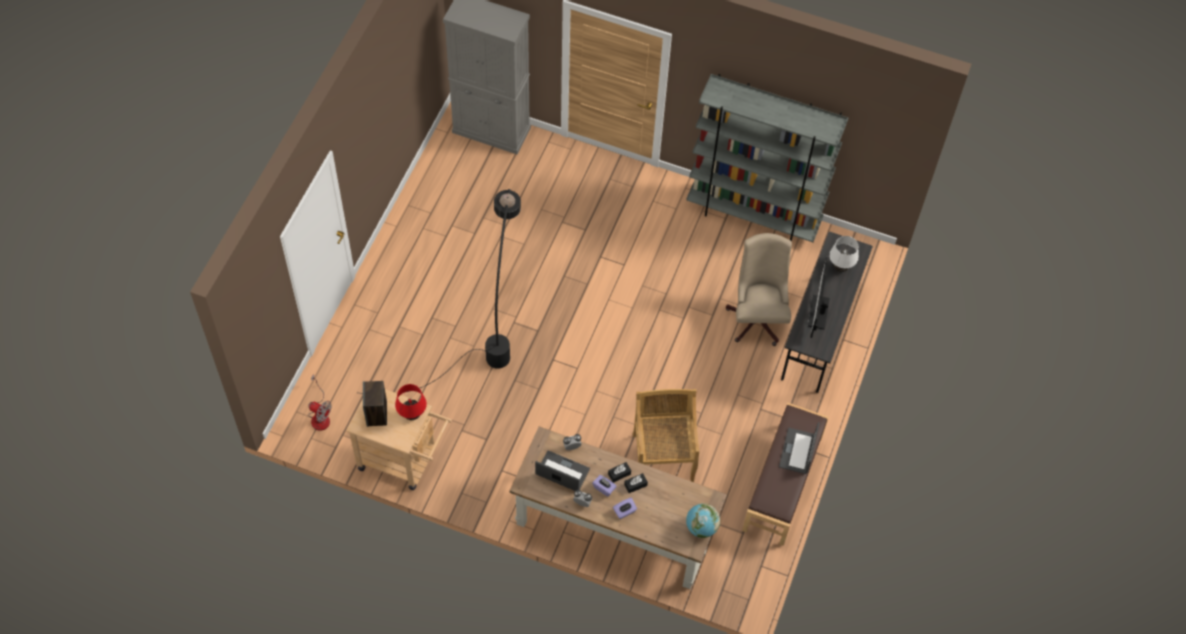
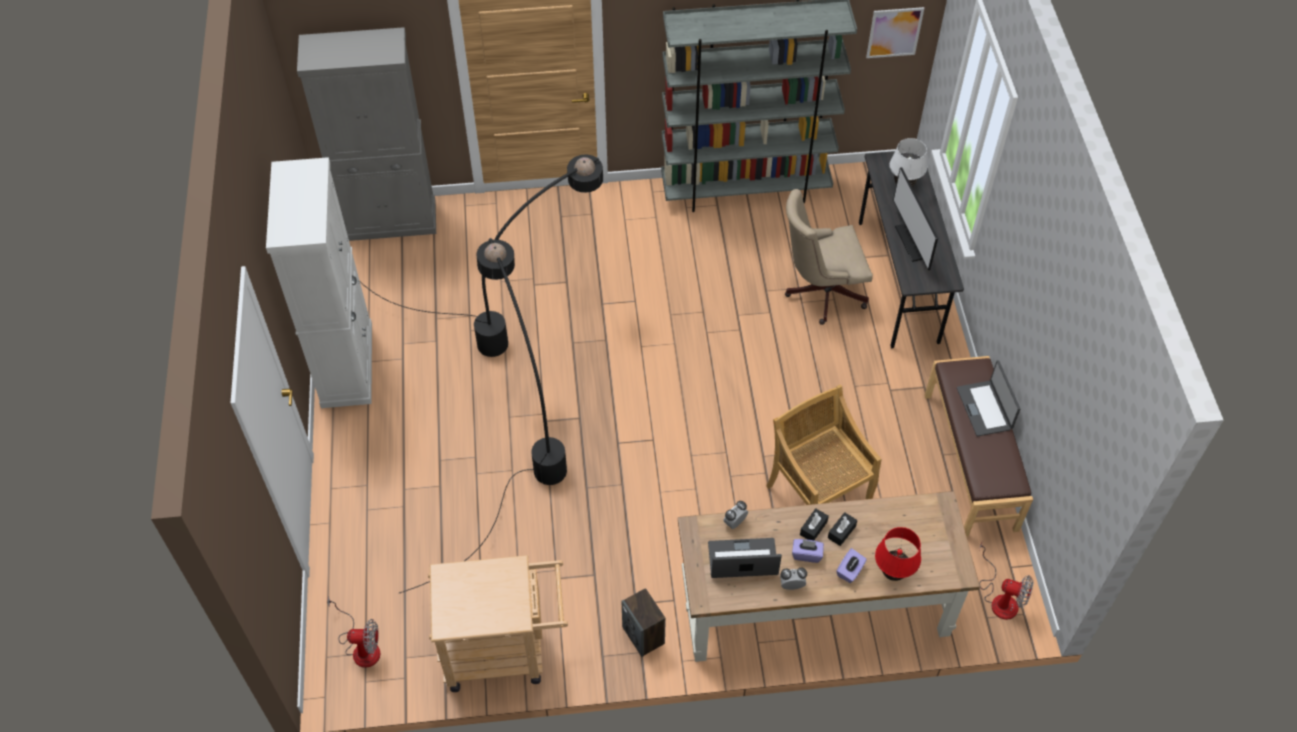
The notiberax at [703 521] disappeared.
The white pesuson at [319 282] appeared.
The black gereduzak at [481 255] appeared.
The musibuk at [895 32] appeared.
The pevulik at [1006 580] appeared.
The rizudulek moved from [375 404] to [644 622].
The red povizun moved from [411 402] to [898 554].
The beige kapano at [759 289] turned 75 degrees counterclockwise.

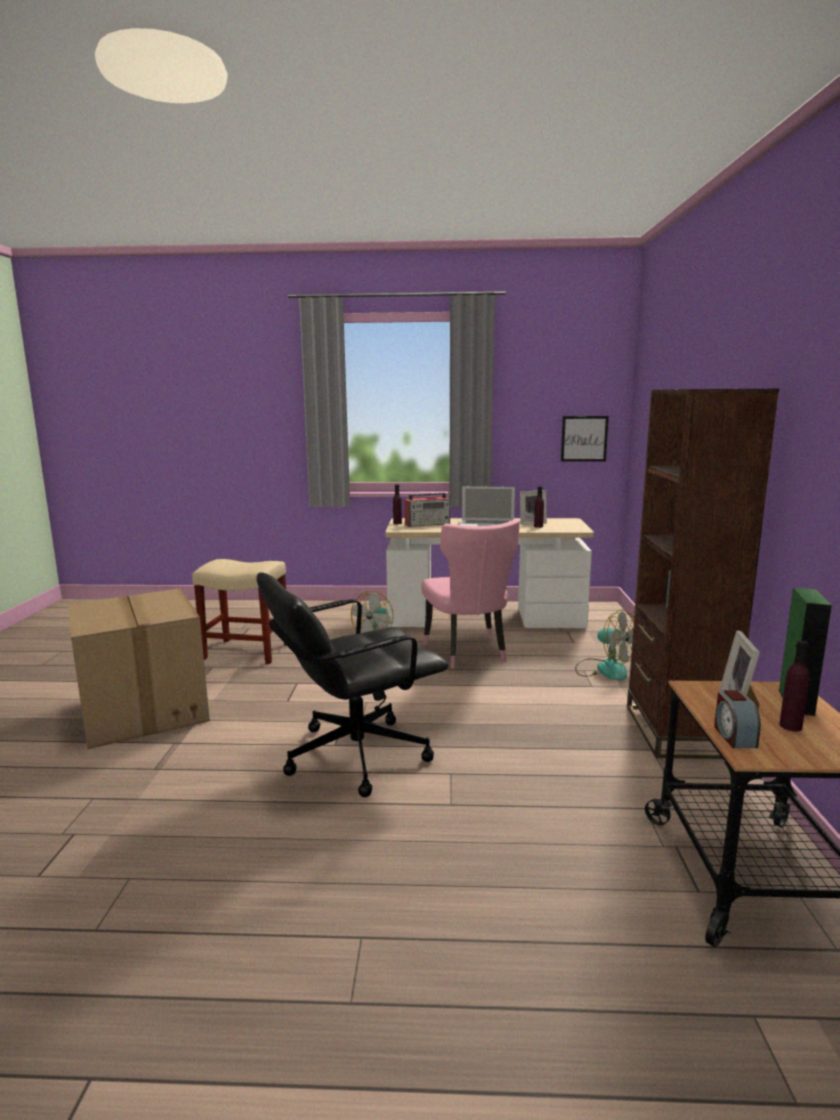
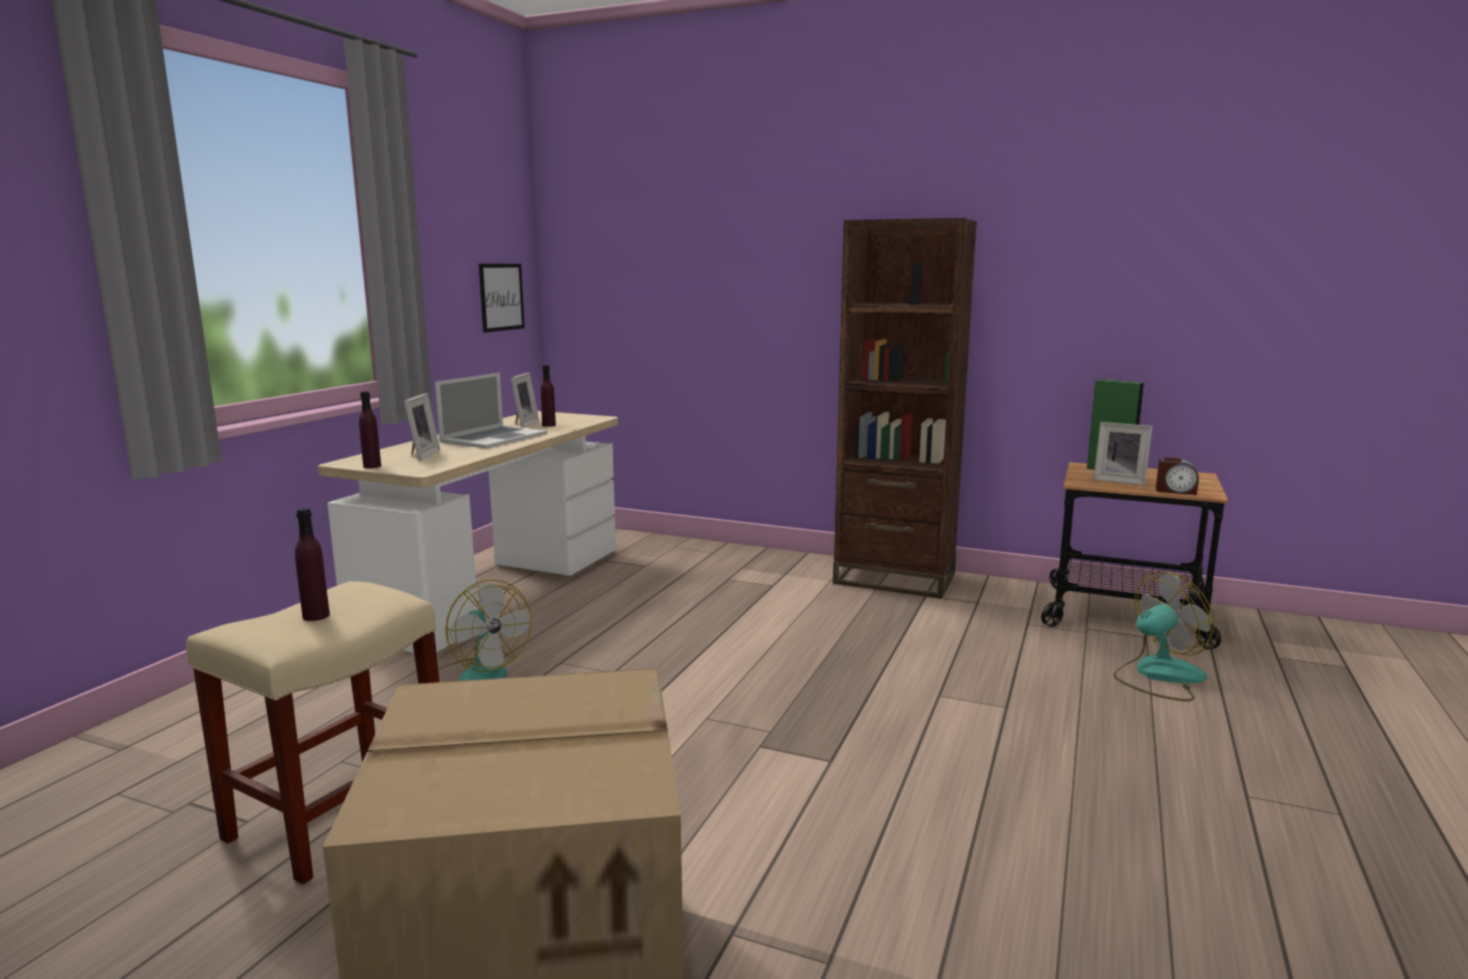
The black kapano at [353 684] disappeared.
The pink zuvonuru at [470 593] disappeared.
The pevulik moved from [604 645] to [1163 636].
The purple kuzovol moved from [795 685] to [312 564].
The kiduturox at [427 509] was replaced by the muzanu at [422 427].

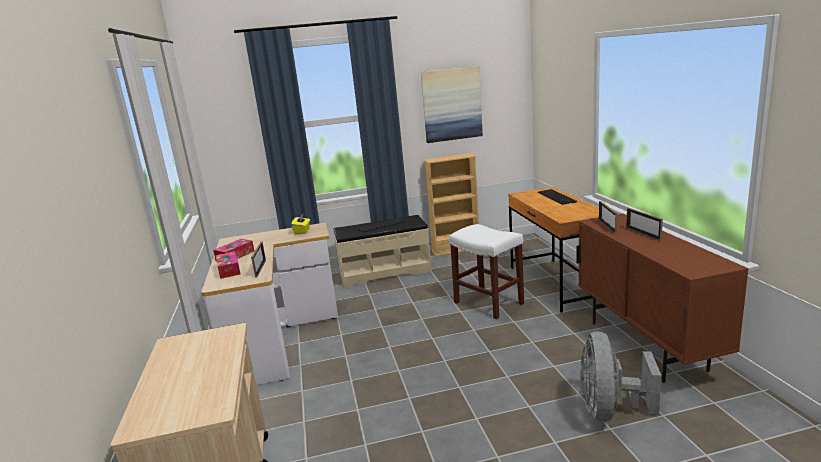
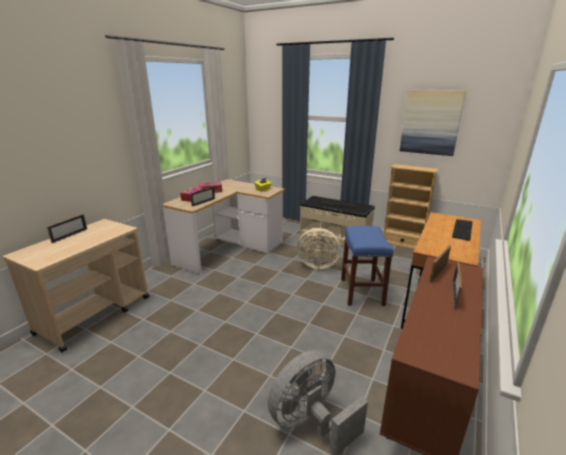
The muzanu at [67 228] appeared.
The beige pevulik at [319 248] appeared.
The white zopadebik at [486 271] became the blue zopadebik at [367 266].

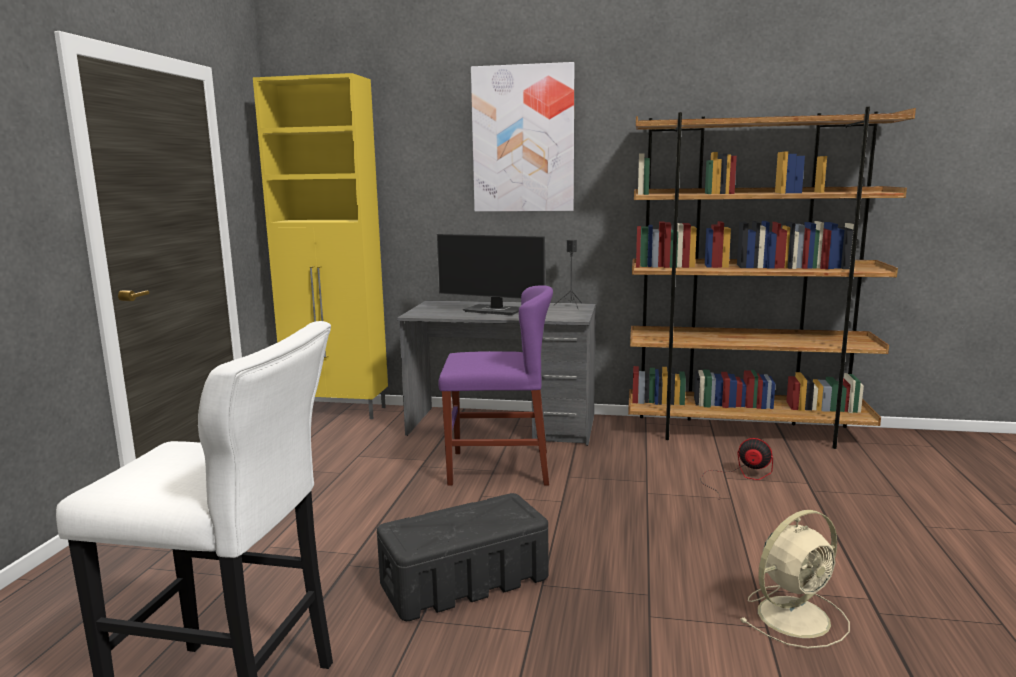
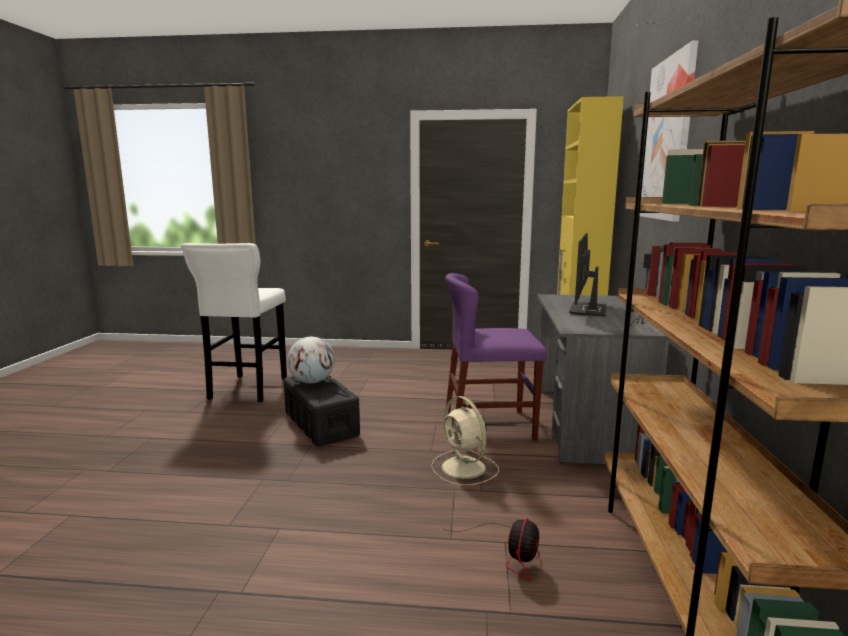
The notiberax at [311 360] appeared.
The beige pevulik moved from [795 579] to [465 440].
The purple zuvonuru at [495 386] turned 90 degrees clockwise.

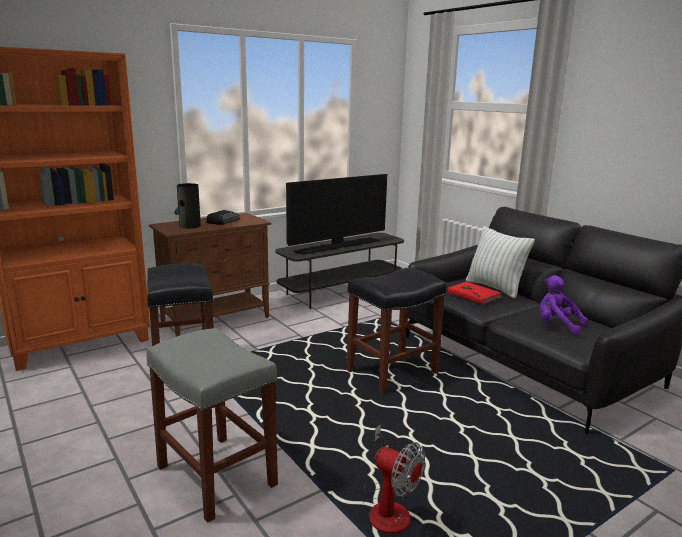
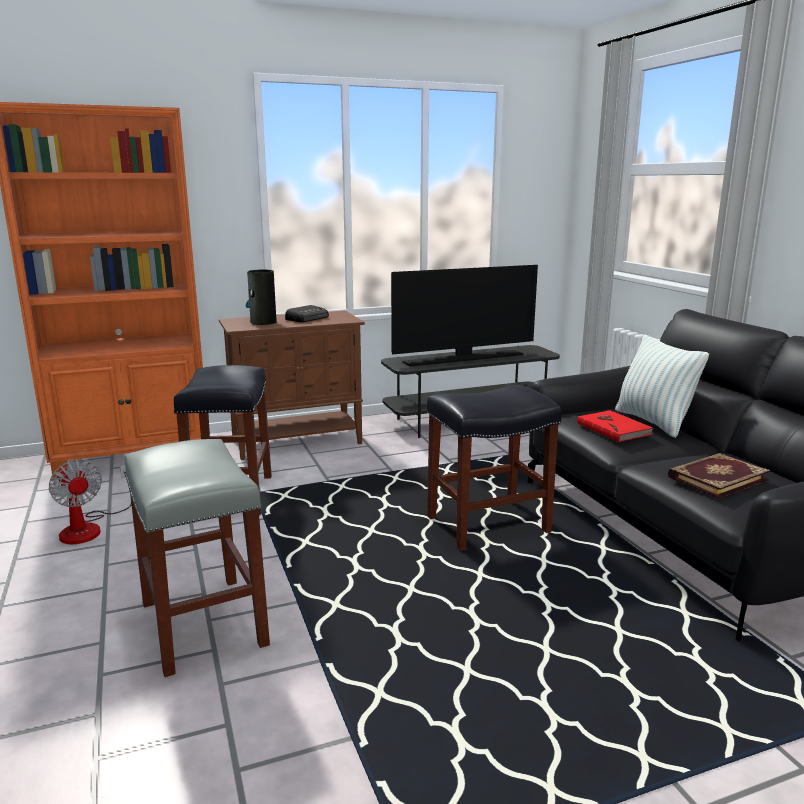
The pevulik moved from [394 479] to [90 502].
The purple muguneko at [563 305] was replaced by the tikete at [719 476].

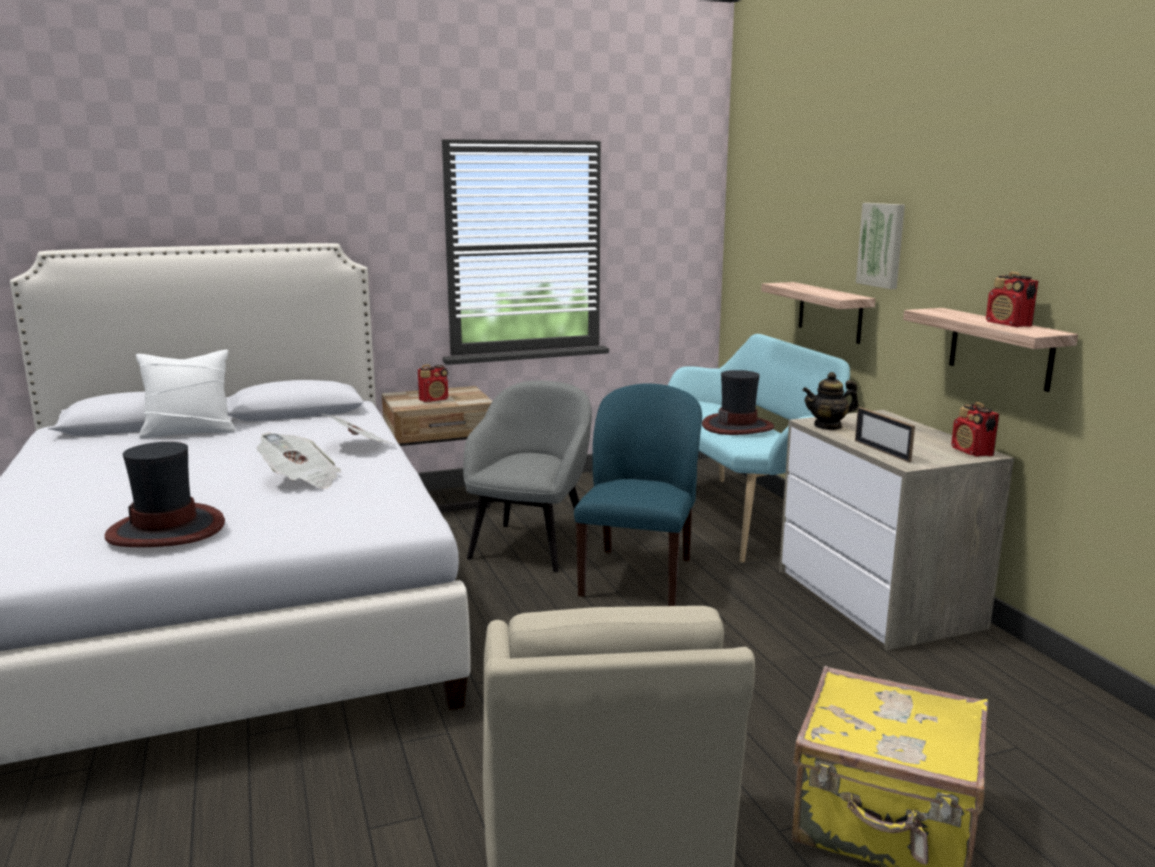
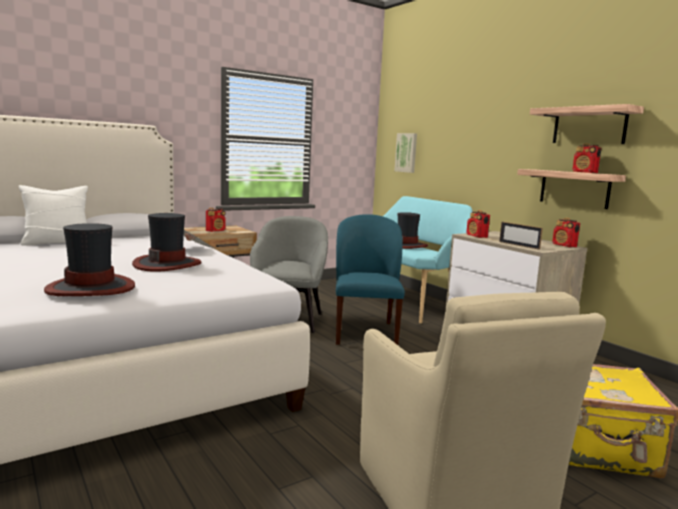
The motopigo moved from [818 313] to [587 124].
The musibuk moved from [880 246] to [405 153].
The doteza at [298 461] was replaced by the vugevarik at [166 242].
The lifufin at [830 401] was replaced by the kiduturox at [478 224].

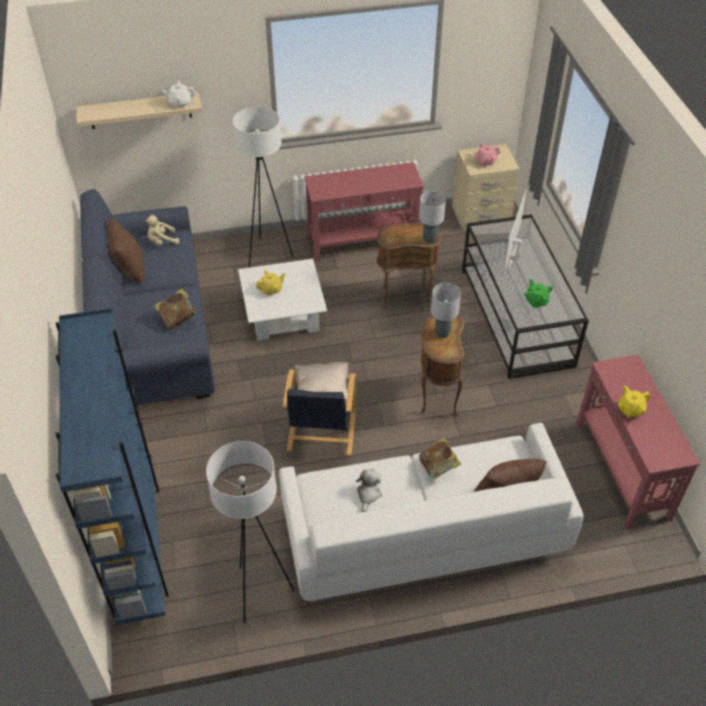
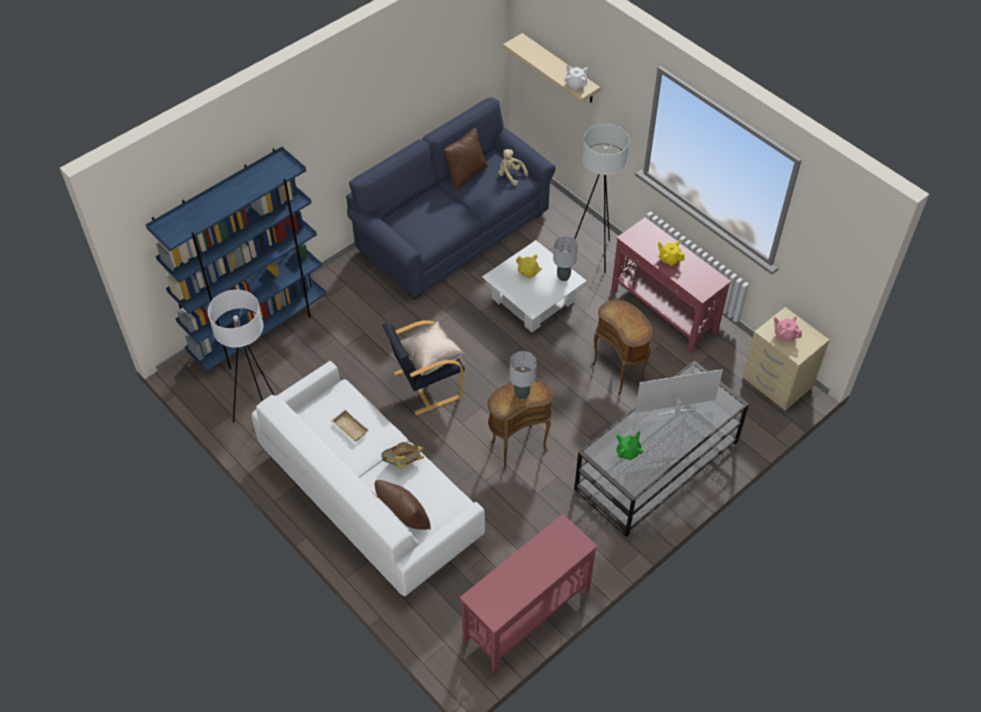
The tikete at [176 309] disappeared.
The grey povizun moved from [432 217] to [565 258].
The yellow lifufin moved from [634 402] to [671 253].
The muguneko at [369 490] was replaced by the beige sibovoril at [350 426].

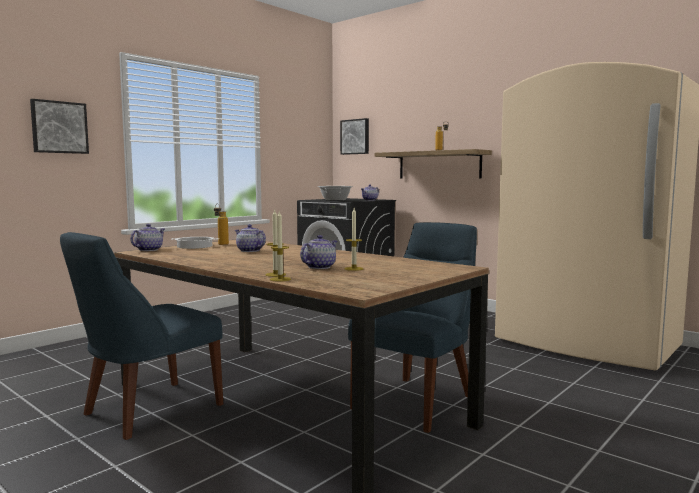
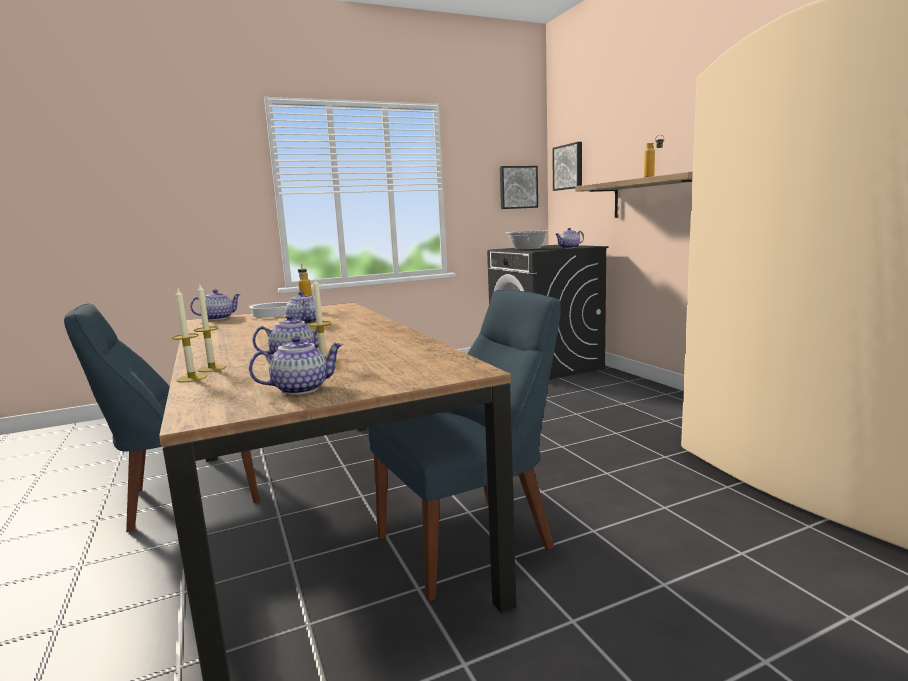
The lifufin at [296 365] appeared.
The musibuk moved from [59 126] to [519 187].

